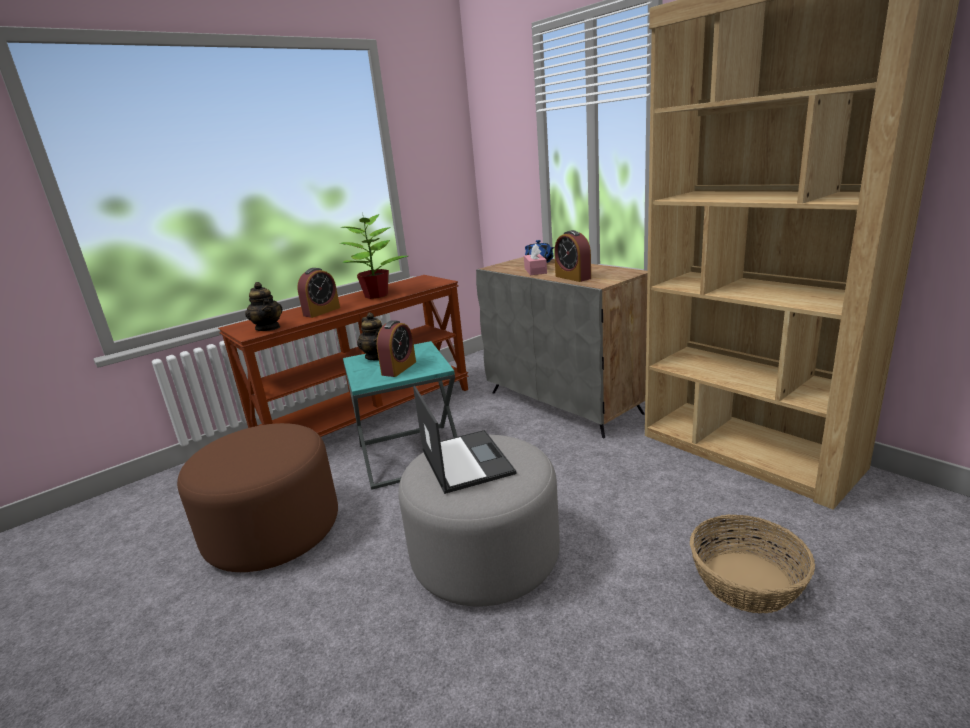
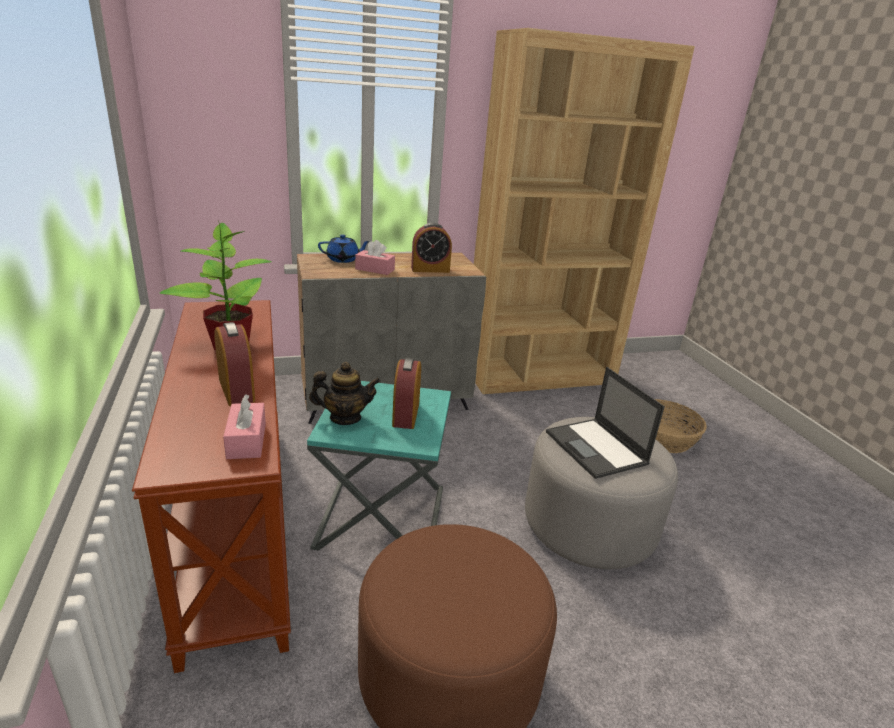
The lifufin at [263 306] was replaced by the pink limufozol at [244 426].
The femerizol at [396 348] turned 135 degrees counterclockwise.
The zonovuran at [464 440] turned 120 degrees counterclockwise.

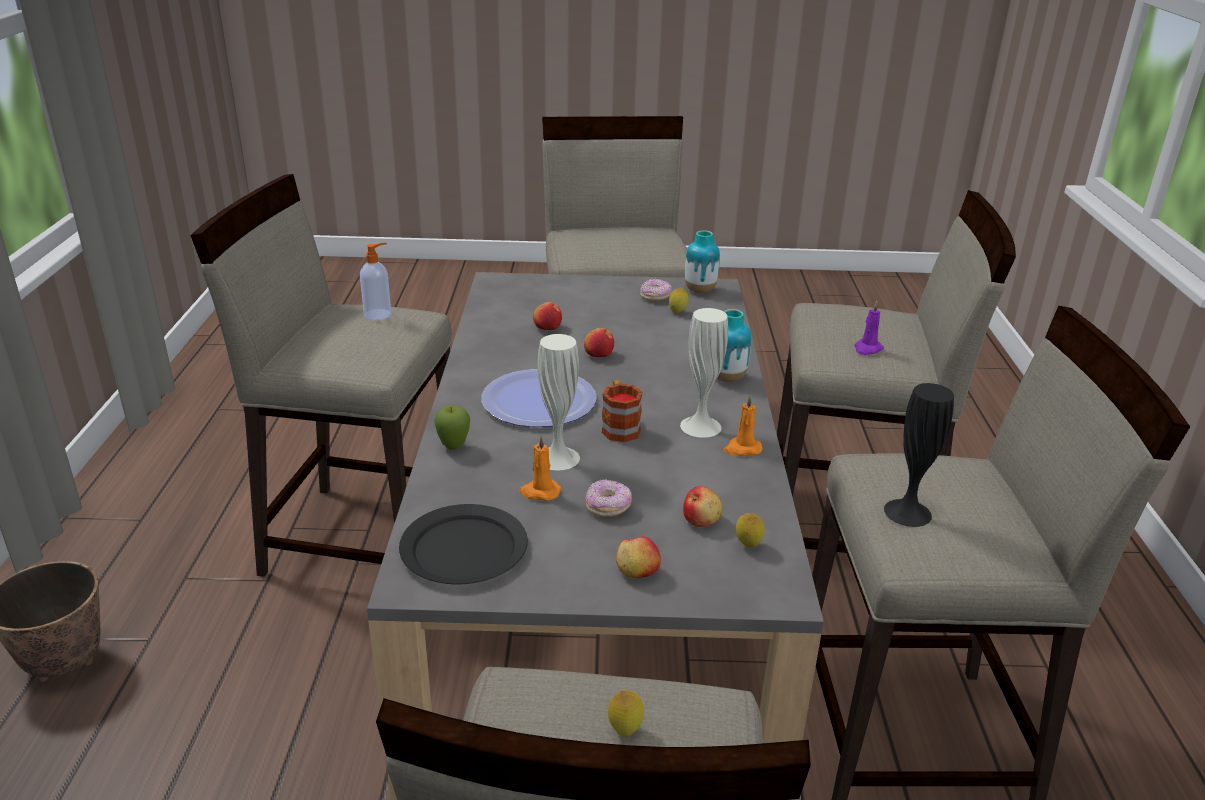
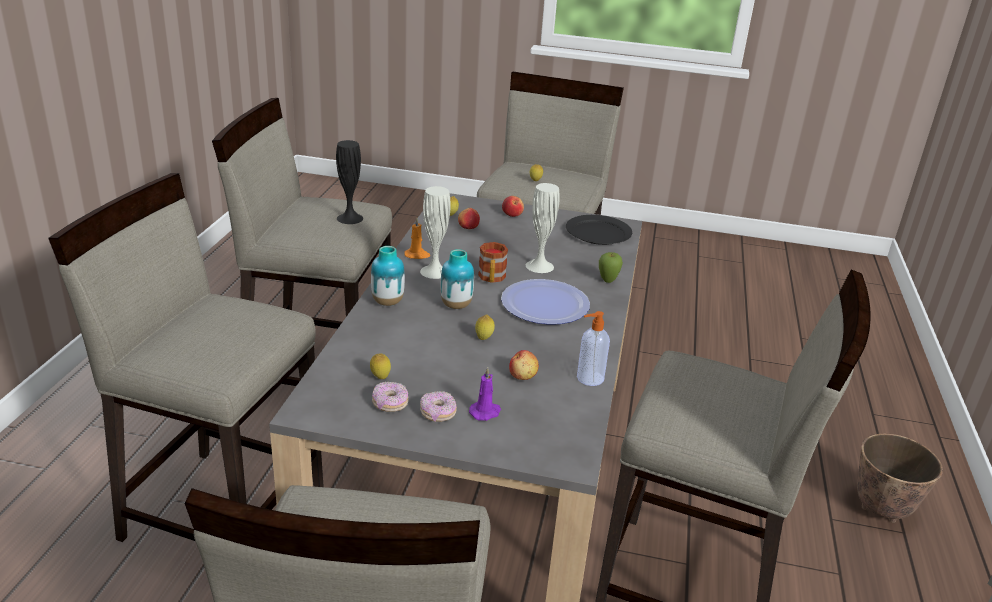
The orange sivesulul at [540 468] disappeared.
The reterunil moved from [375 281] to [593 348].
The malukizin moved from [609 498] to [438 406].
The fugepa moved from [702 261] to [457 279].
The purple sivesulul moved from [869 328] to [485 394].
The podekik at [599 342] was replaced by the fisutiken at [485 327].

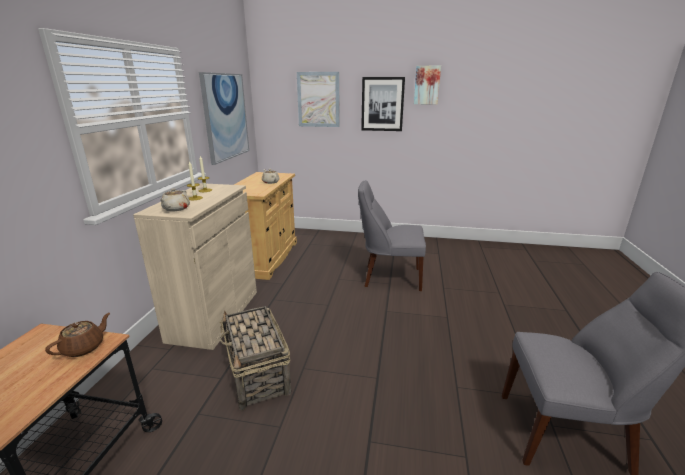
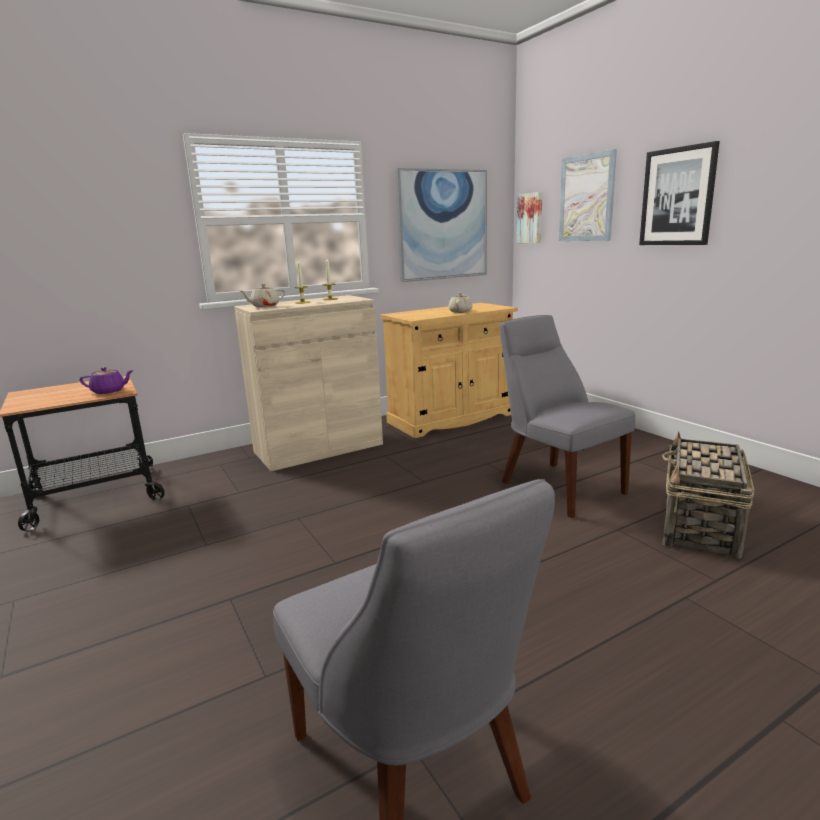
The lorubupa moved from [255 358] to [708 495].
The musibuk moved from [427 85] to [530 217].
The brown lifufin at [77 335] became the purple lifufin at [107 380].

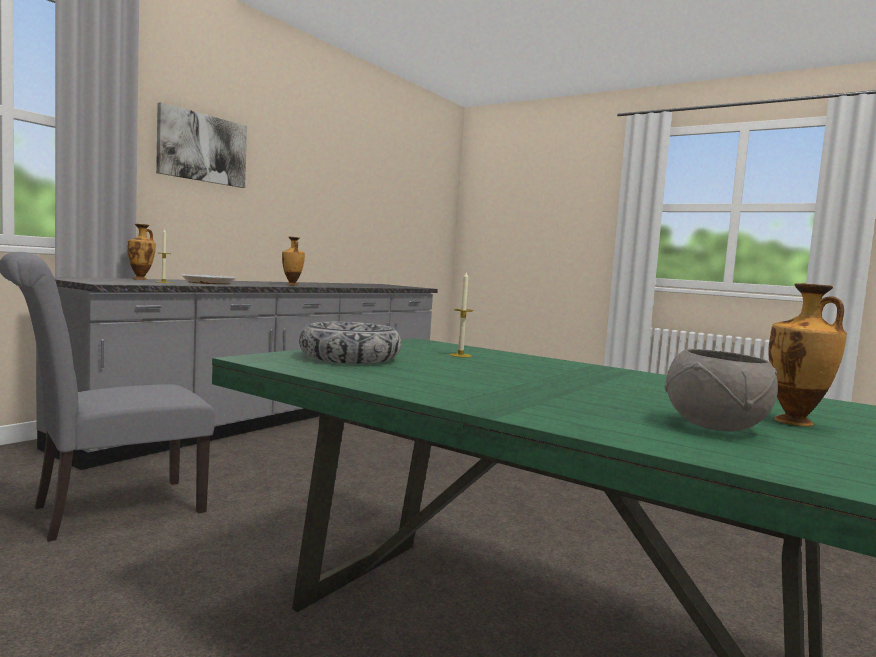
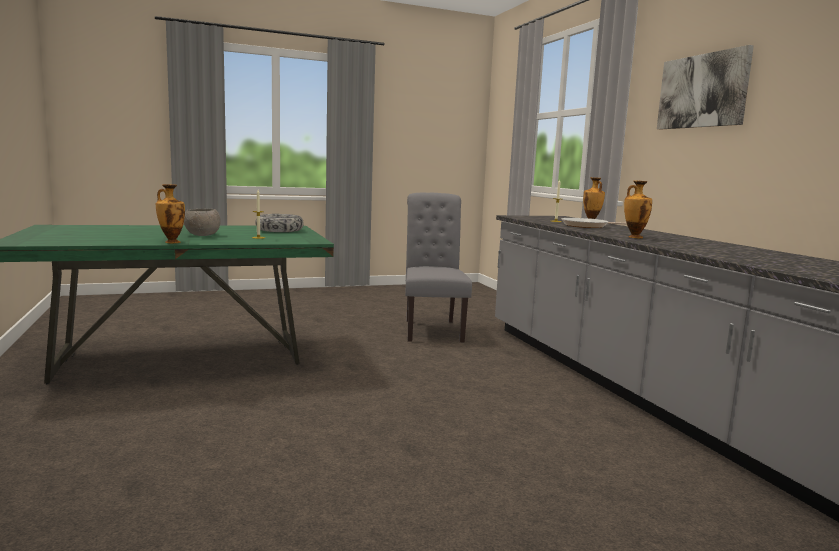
The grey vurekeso moved from [721 390] to [202 222].
The fugepa moved from [808 354] to [170 213].

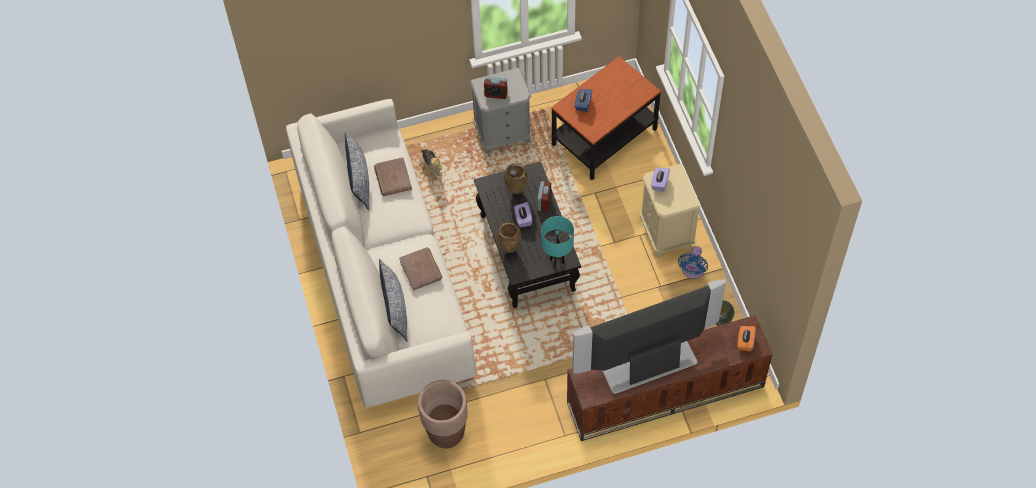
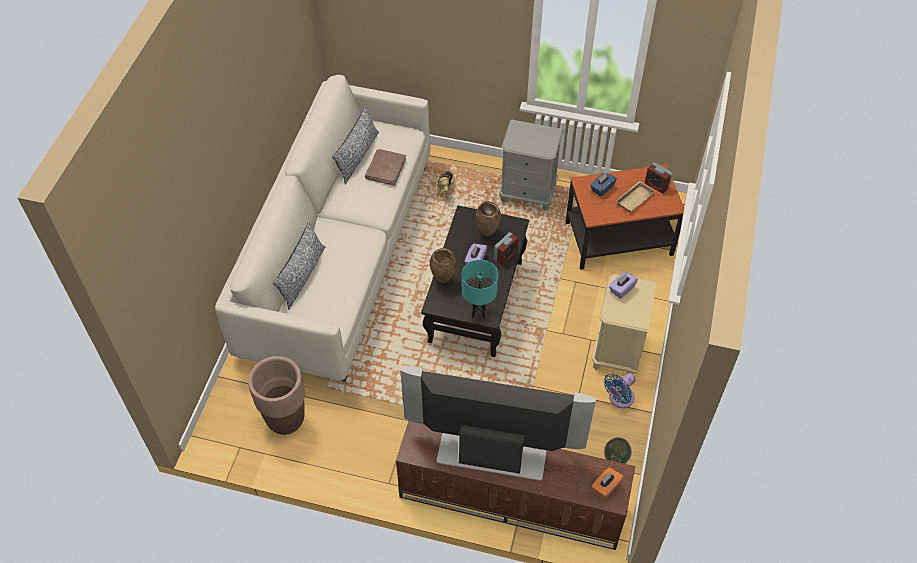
The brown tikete at [420 269] disappeared.
The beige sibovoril at [635 197] appeared.
The femerizol moved from [496 87] to [659 178].

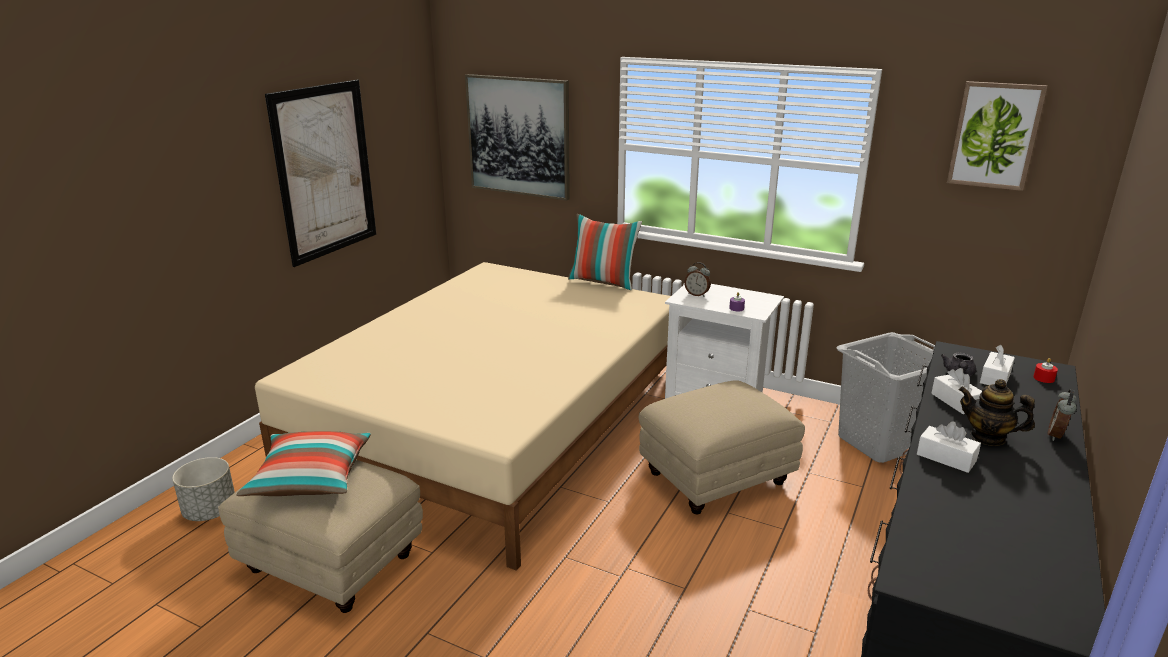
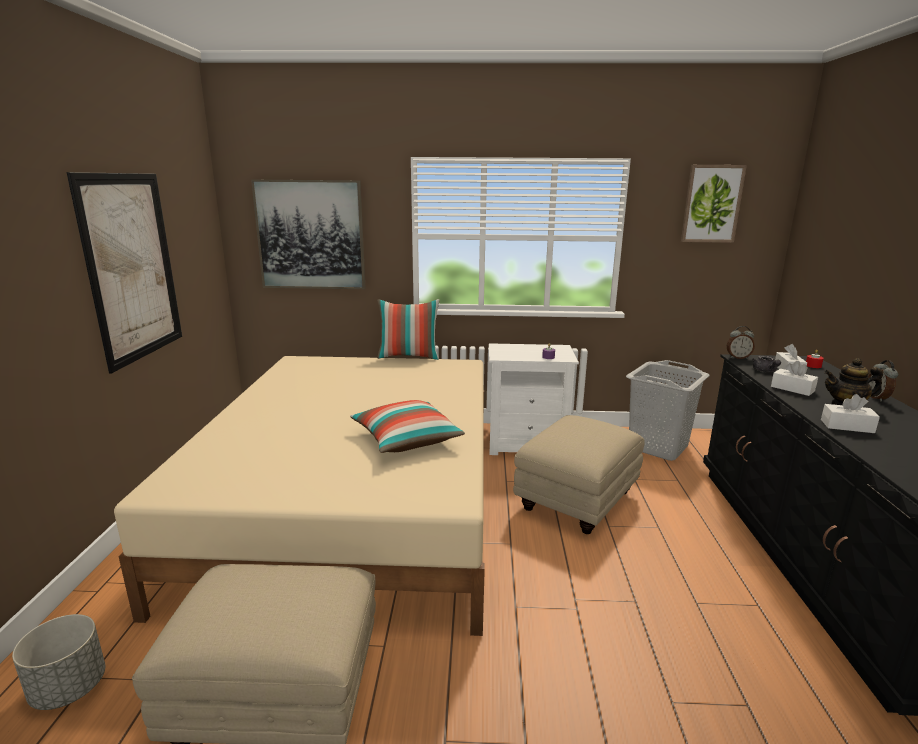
The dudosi moved from [304 463] to [407 426].
The femerizol moved from [697 279] to [741 342].

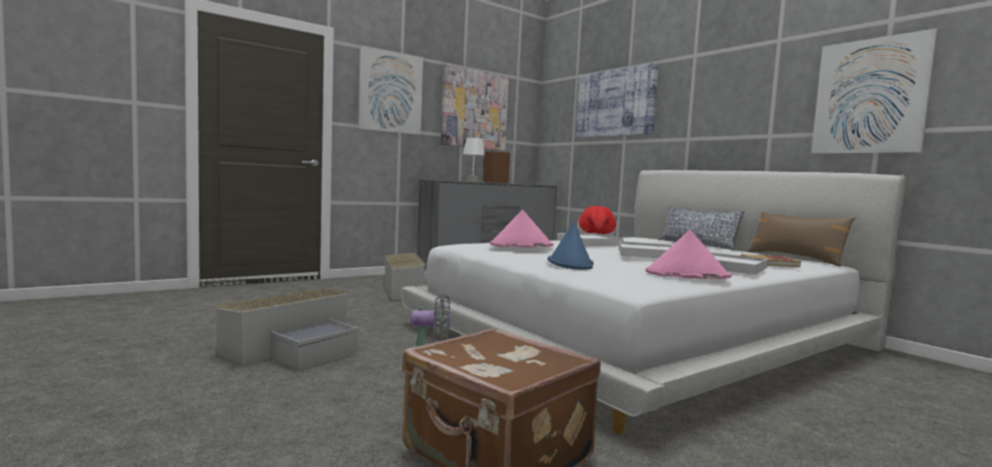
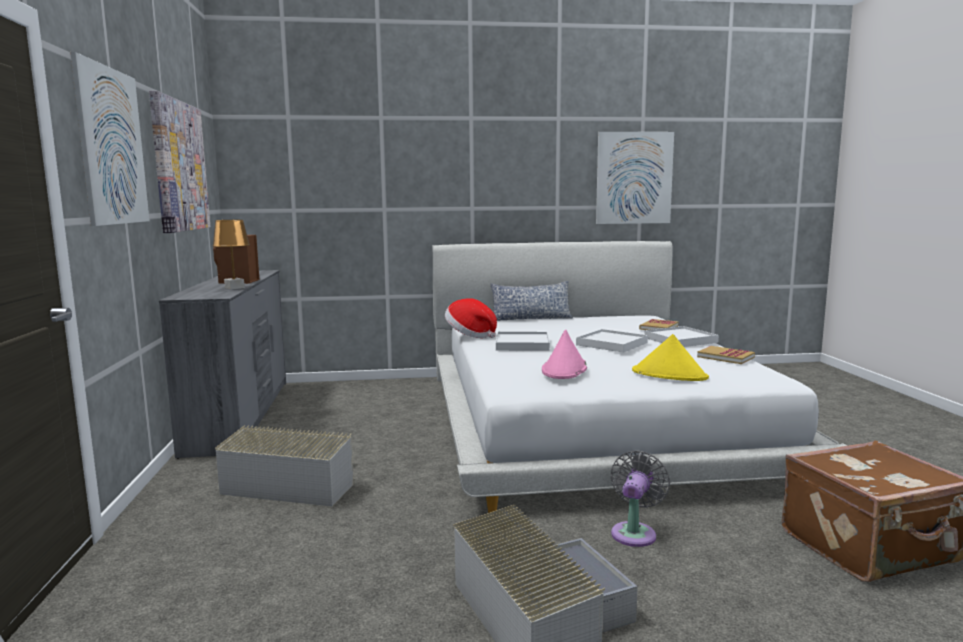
The musibuk at [617 100] disappeared.
The brown dudosi at [801 239] disappeared.
The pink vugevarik at [689 254] was replaced by the tikete at [726 355].
The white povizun at [474 160] became the brown povizun at [231 255].
The blue vugevarik at [571 246] became the yellow vugevarik at [670 357].

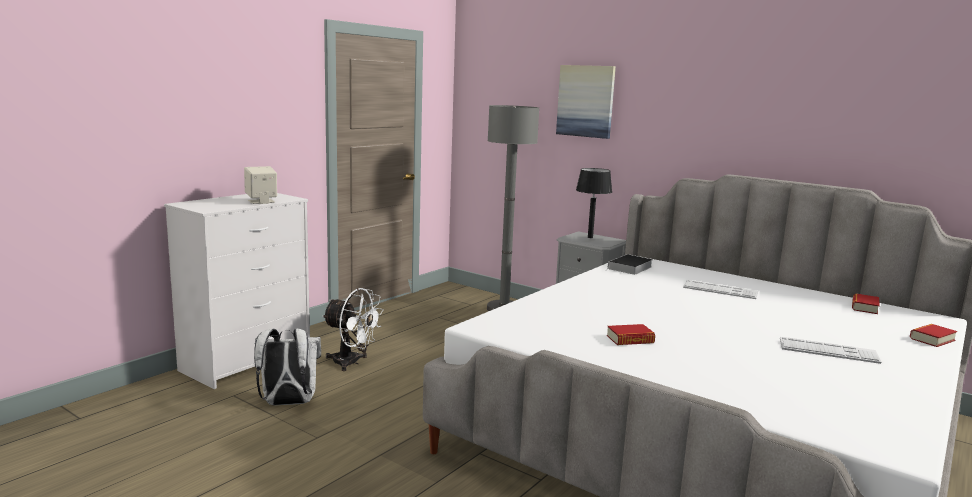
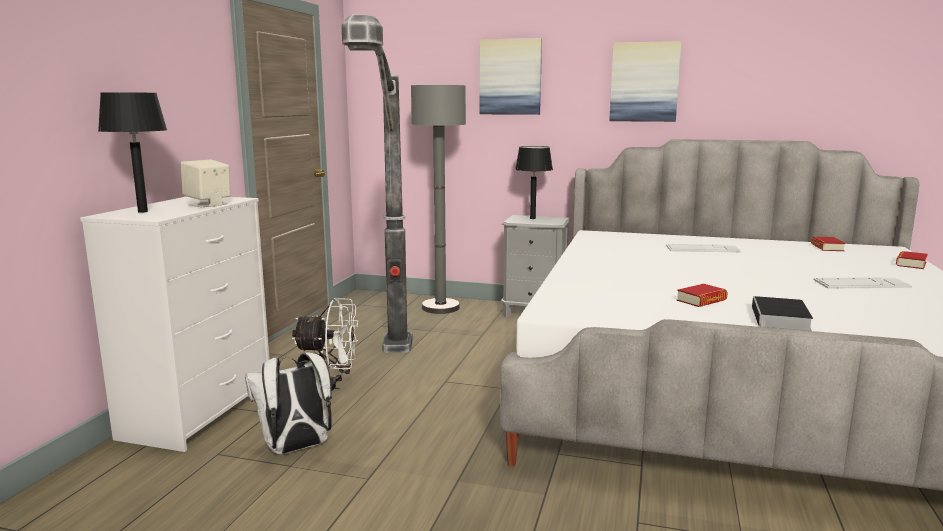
The black povizun at [132 152] appeared.
The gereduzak at [376 183] appeared.
The musibuk at [645 81] appeared.
The tikete moved from [629 264] to [782 313].

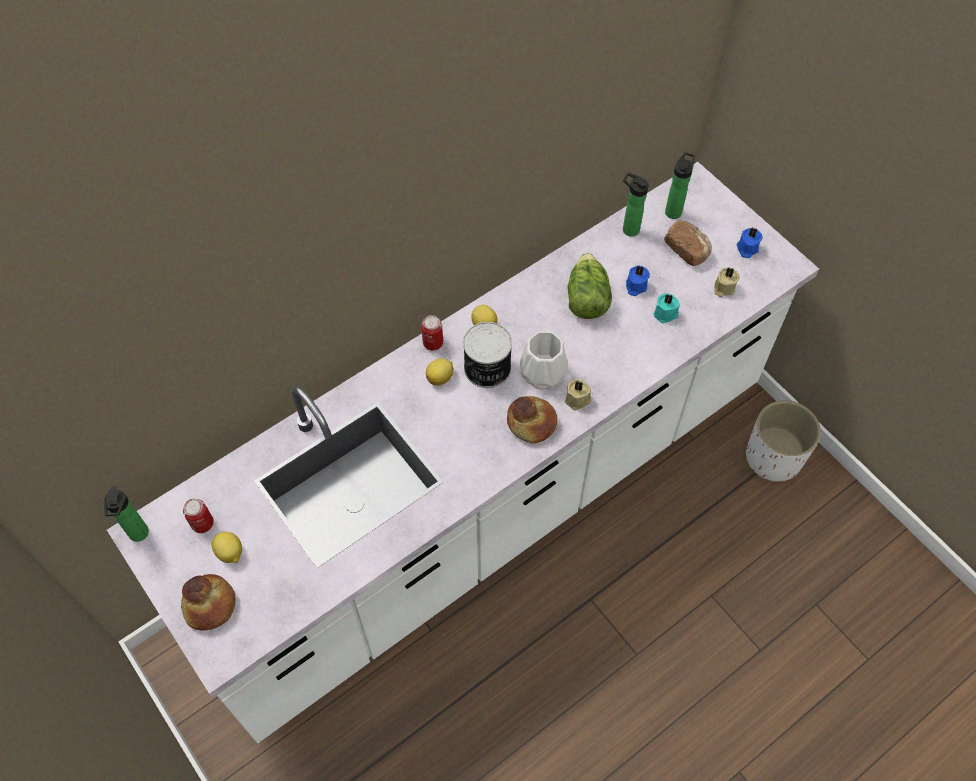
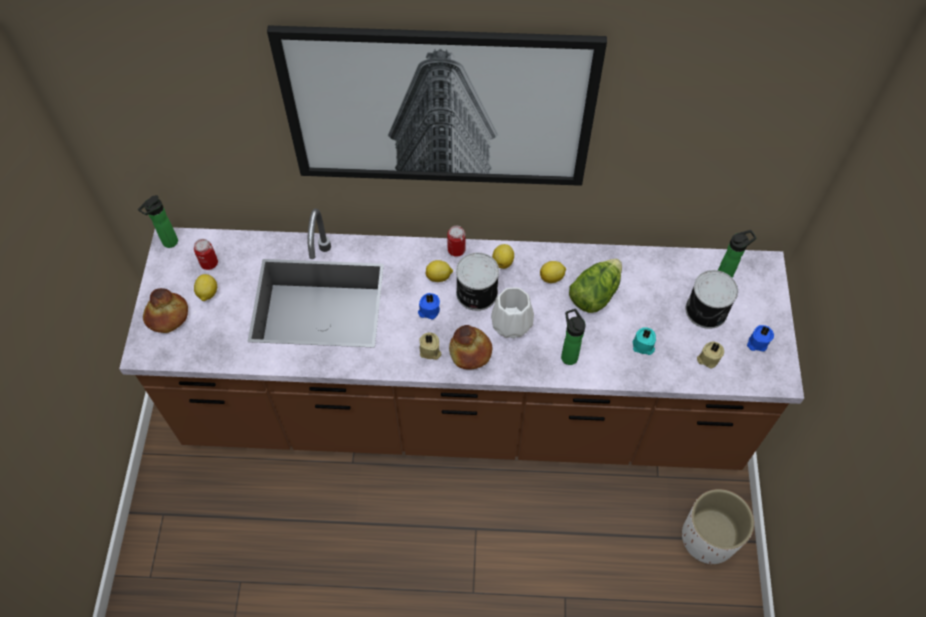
The musibuk at [437 105] appeared.
The fisutiken at [553 272] appeared.
The beige sivesulul moved from [578 395] to [430 346].
The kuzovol moved from [636 204] to [573 337].
The blue sivesulul moved from [638 281] to [429 306].
The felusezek at [688 243] was replaced by the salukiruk at [711 299].
The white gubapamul at [463 452] became the brown gubapamul at [461 339].

